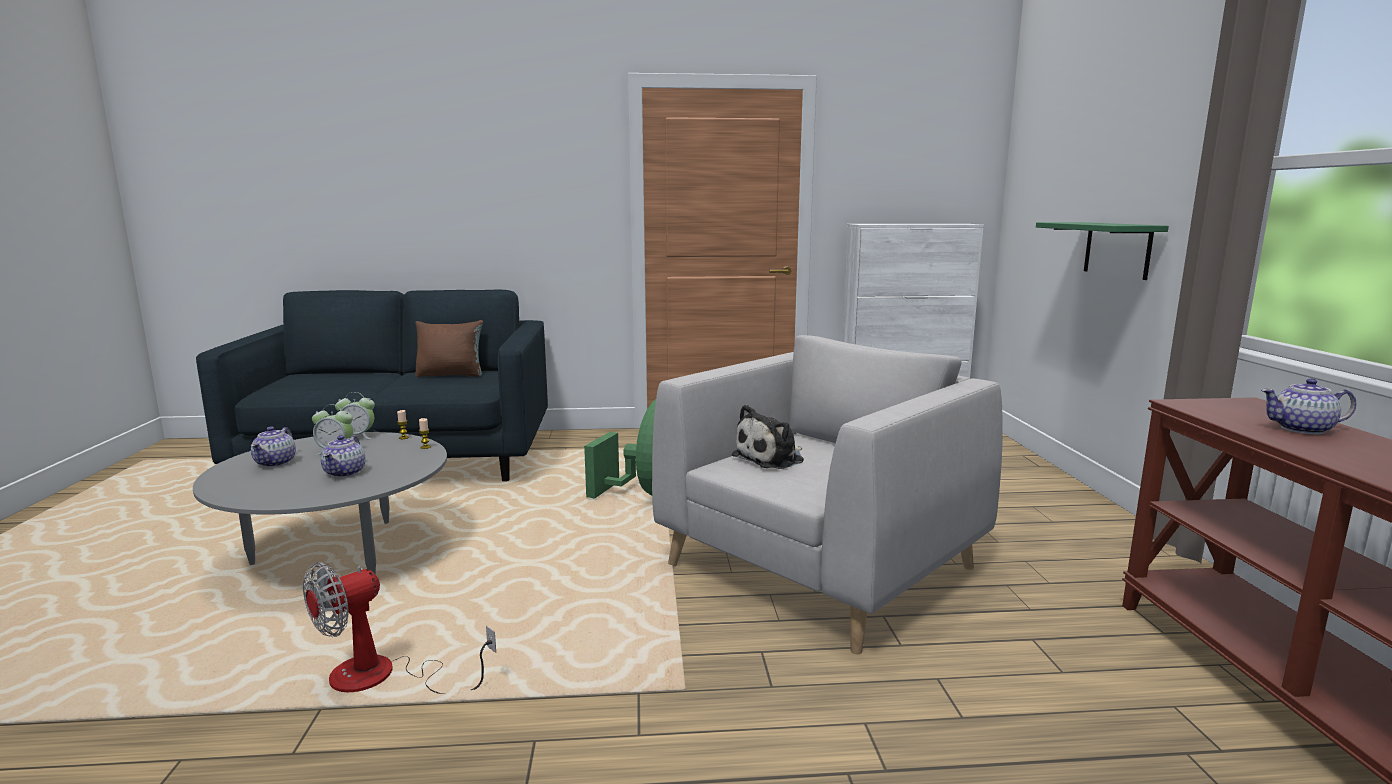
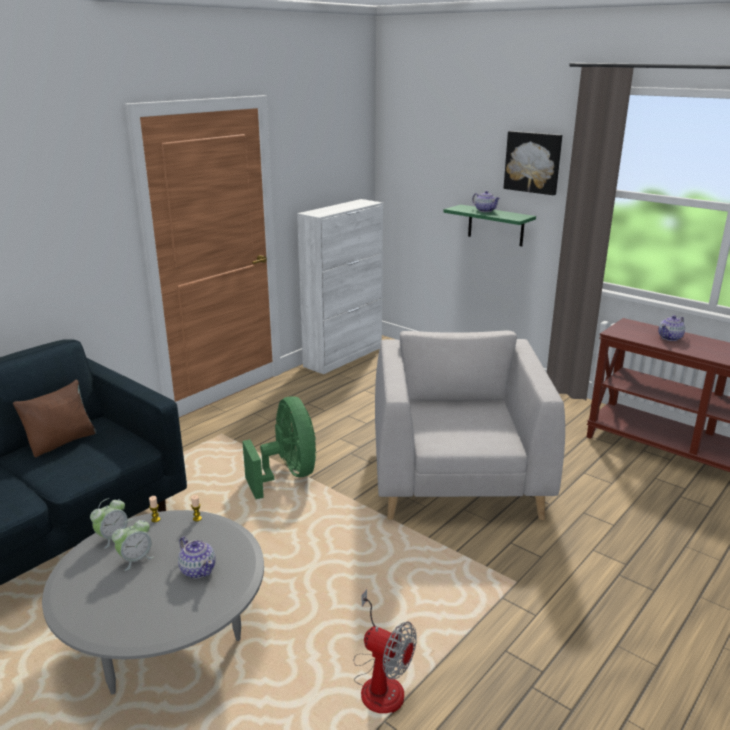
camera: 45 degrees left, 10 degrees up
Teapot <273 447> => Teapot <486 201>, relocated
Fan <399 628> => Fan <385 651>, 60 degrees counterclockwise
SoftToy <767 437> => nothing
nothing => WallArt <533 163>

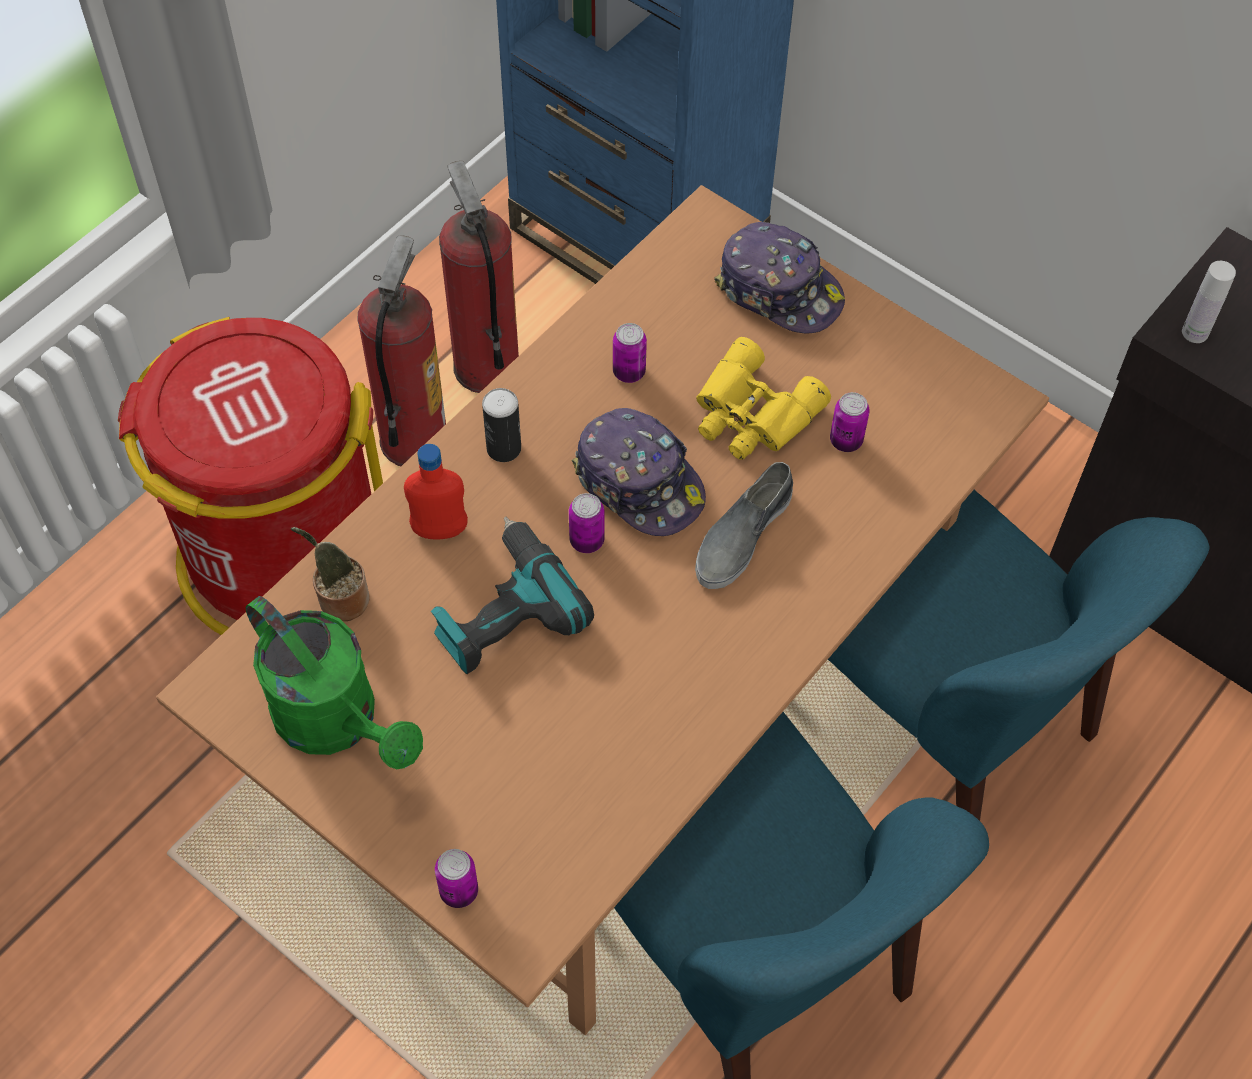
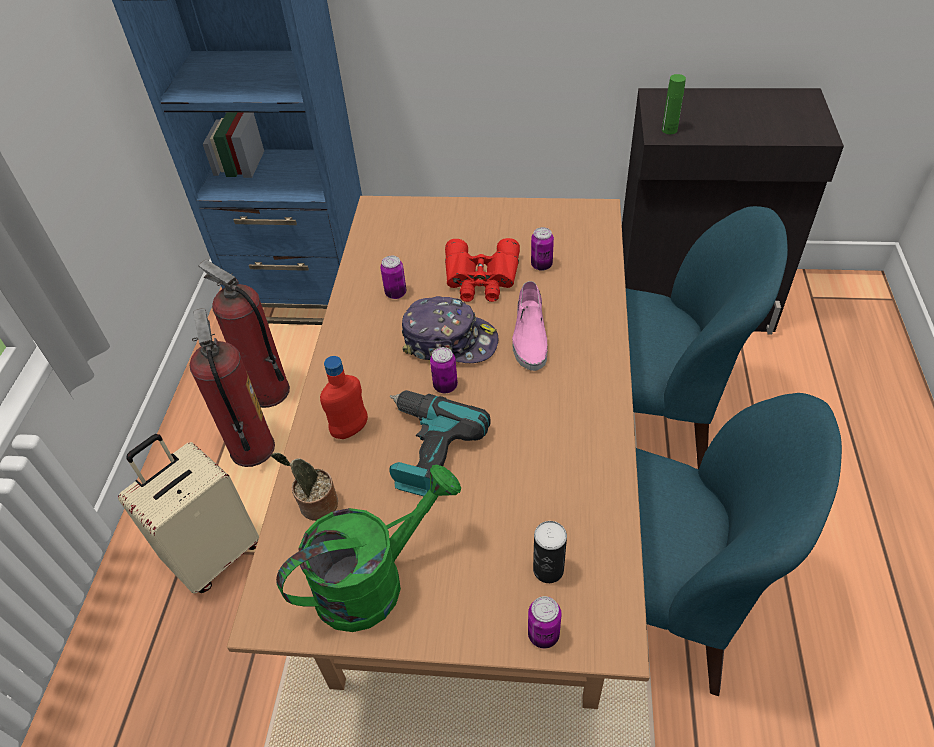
camera: 30 degrees left, 10 degrees down
ReddishRubbishBin <250 476> => BeigeTravelCase <188 513>
GreenColouredWateringPot <334 682> => GreenColouredWateringPot <368 548>, 45 degrees counterclockwise
SealedCan <501 425> => SealedCan <550 552>, relocated
GrayLowShoe <744 525> => PinkishLowShoe <530 326>
YellowColouredBinoculars <763 398> => ReddishBinoculars <482 270>
BaseballCap <779 278> => nothing
WhiteColouredDrinkBottle <1209 302> => GreenColouredDrinkBottle <674 104>

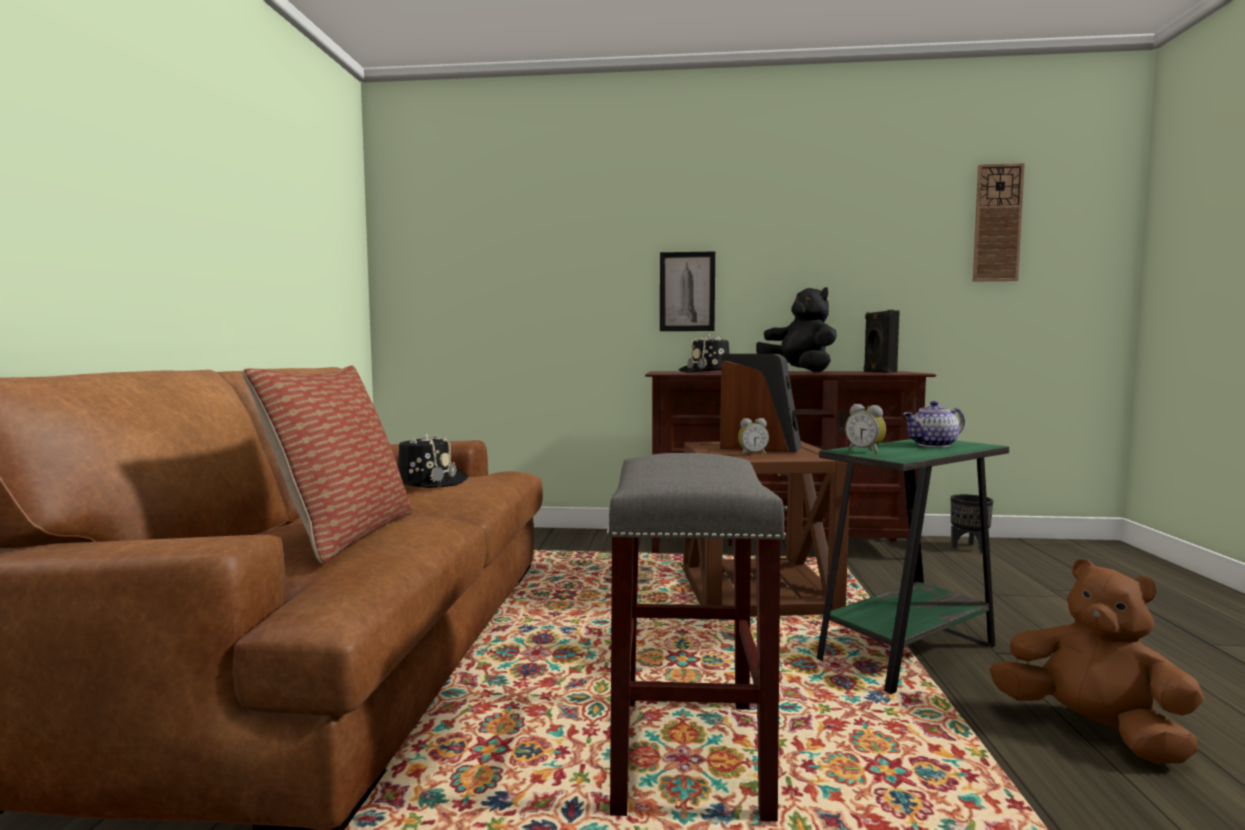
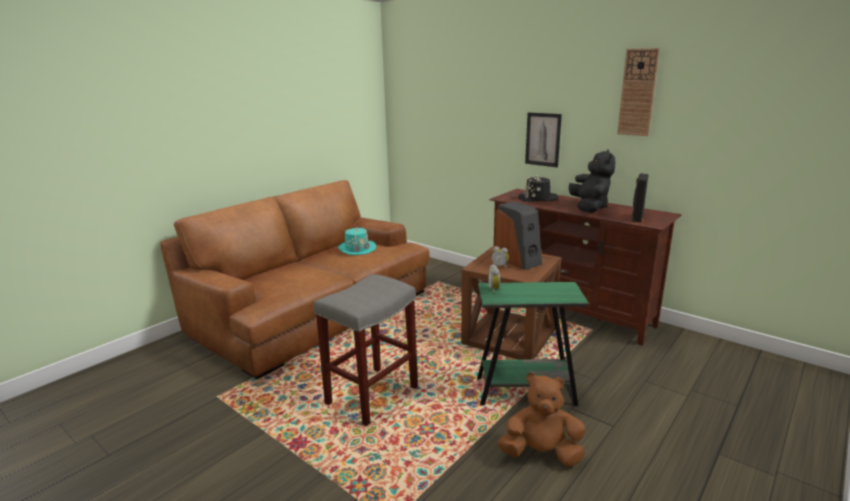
camera: 35 degrees right, 15 degrees up
Pillow <327 465> => nothing
BlackishHat <433 460> => BlueGreenHat <357 241>
Teapot <934 424> => nothing
BlackishPlanter <972 523> => nothing
WallClock <999 222> => WallClock <638 92>, relocated
BrownSoftToy <1096 661> => BrownSoftToy <542 419>, 75 degrees counterclockwise

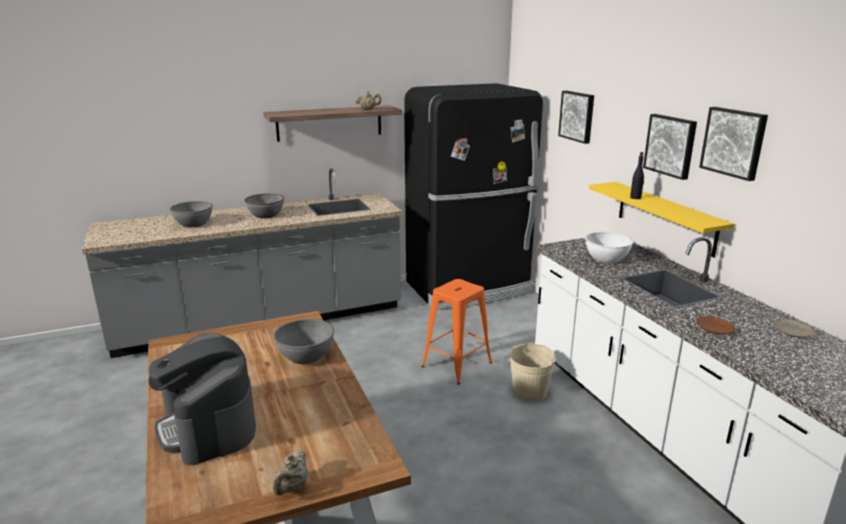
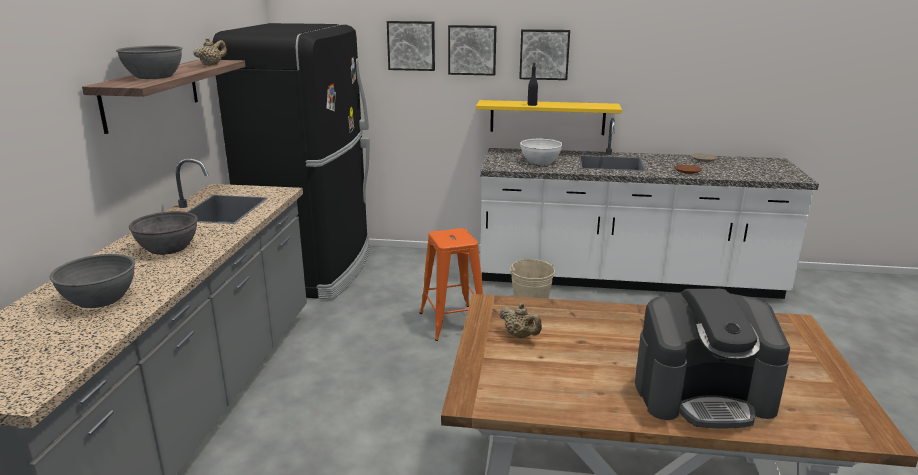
camera: 60 degrees left, 0 degrees up
GrayServingBowl <303 341> => GrayServingBowl <149 62>, relocated
BeigeTeapot <290 473> => BeigeTeapot <520 320>, relocated
WallArt <733 144> => WallArt <472 50>, relocated

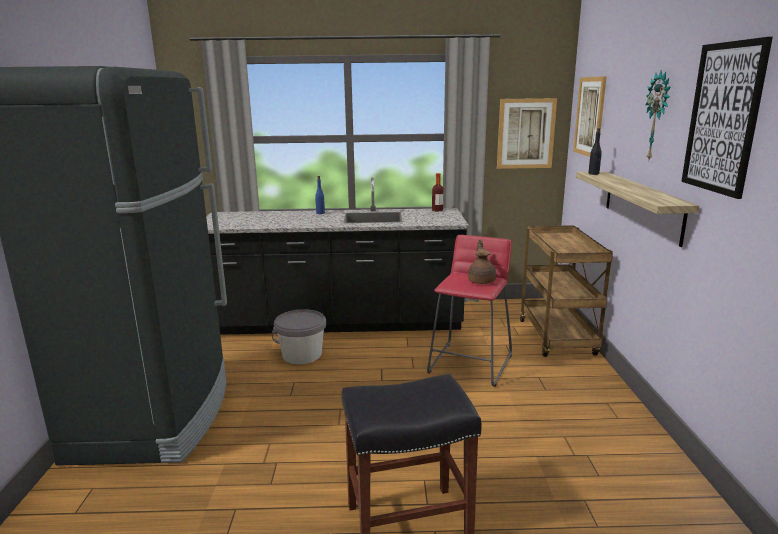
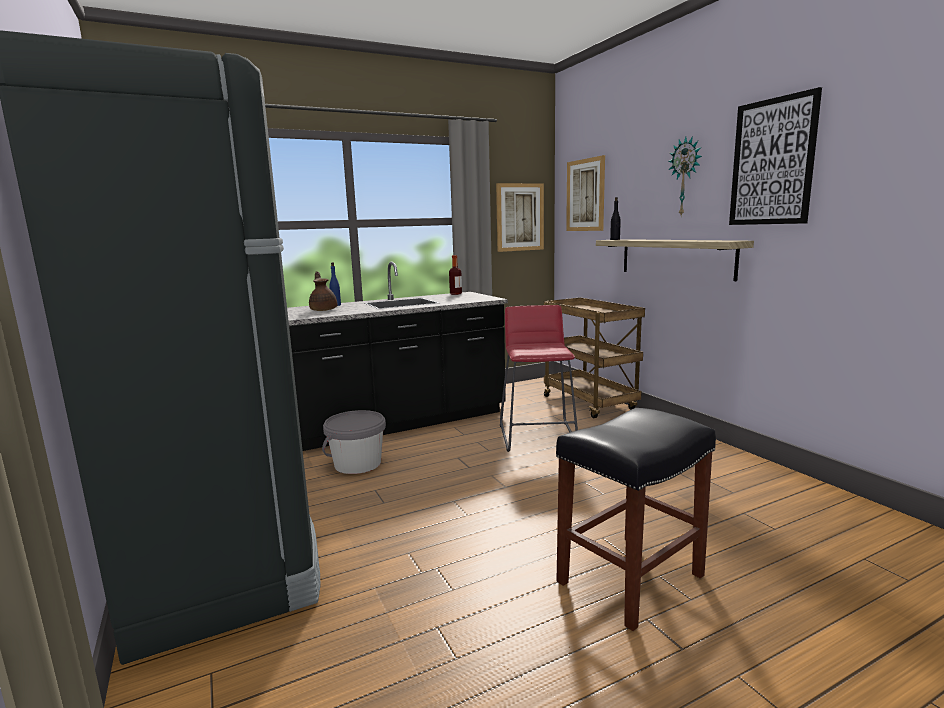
camera: 25 degrees left, 5 degrees down
BrownTeapot <482 261> => BrownTeapot <323 291>, relocated

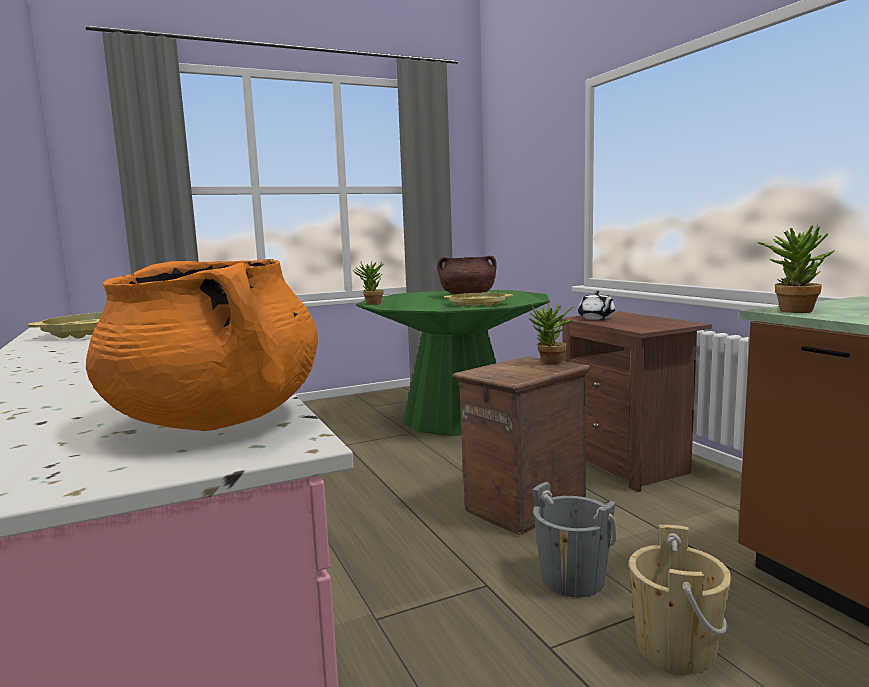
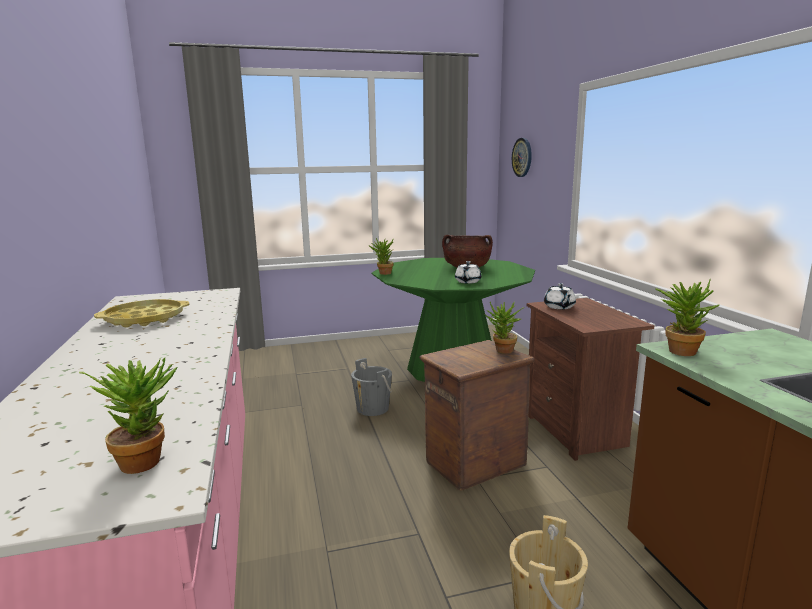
camera: 10 degrees right, 5 degrees up
OrangeColouredSaucepot <202 345> => PottedPlant <128 416>
YellowColouredTray <478 300> => WhiteColouredTeapot <468 272>
GrayWaterBucket <574 539> => GrayWaterBucket <371 387>, relocated
nothing => WallClock <522 157>

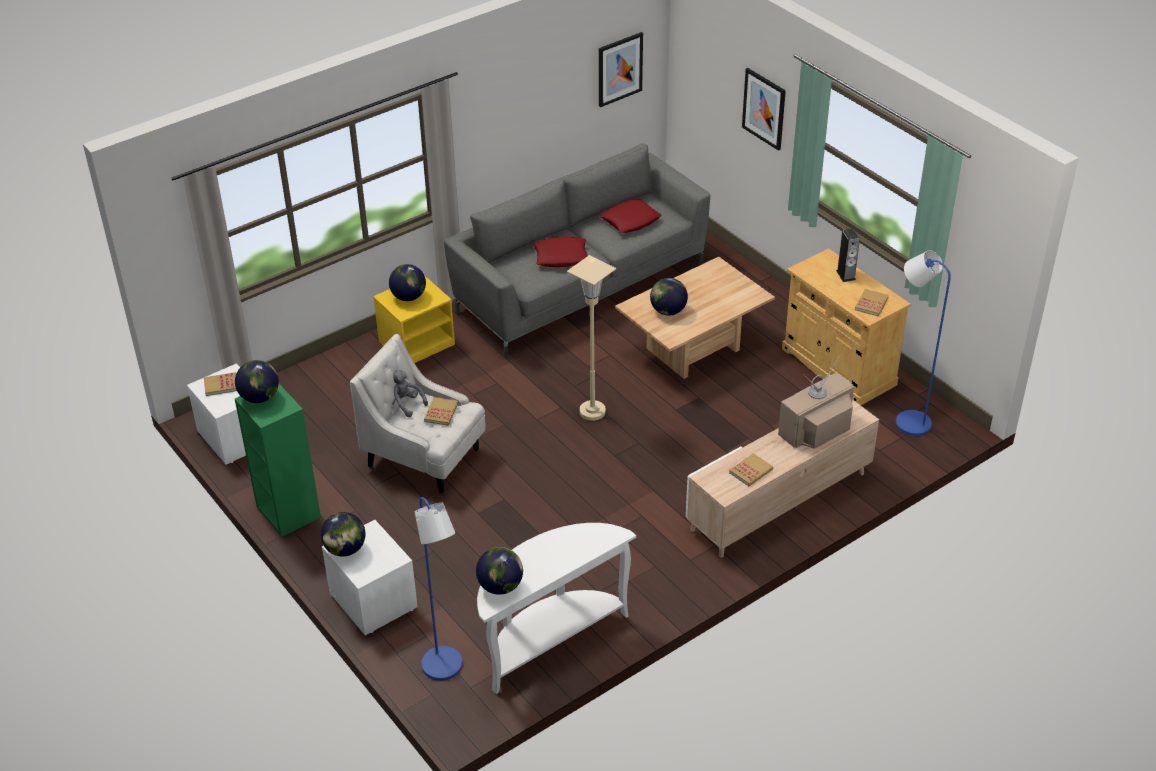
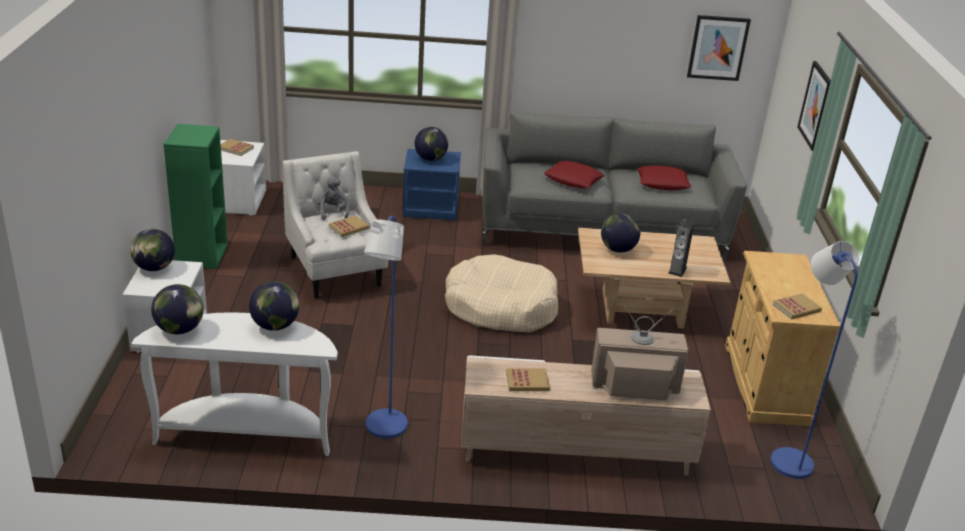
camera: 35 degrees right, 10 degrees down
WorldGlobe <257 381> => WorldGlobe <274 306>, relocated
YellowColouredNightstand <414 319> => BlueNightstand <431 185>
BlueStandingLamp <439 589> => BlueStandingLamp <386 327>, relocated
BeigeStandingLamp <591 338> => BeigePetBed <501 293>
Speaker <848 255> => Speaker <681 248>, relocated

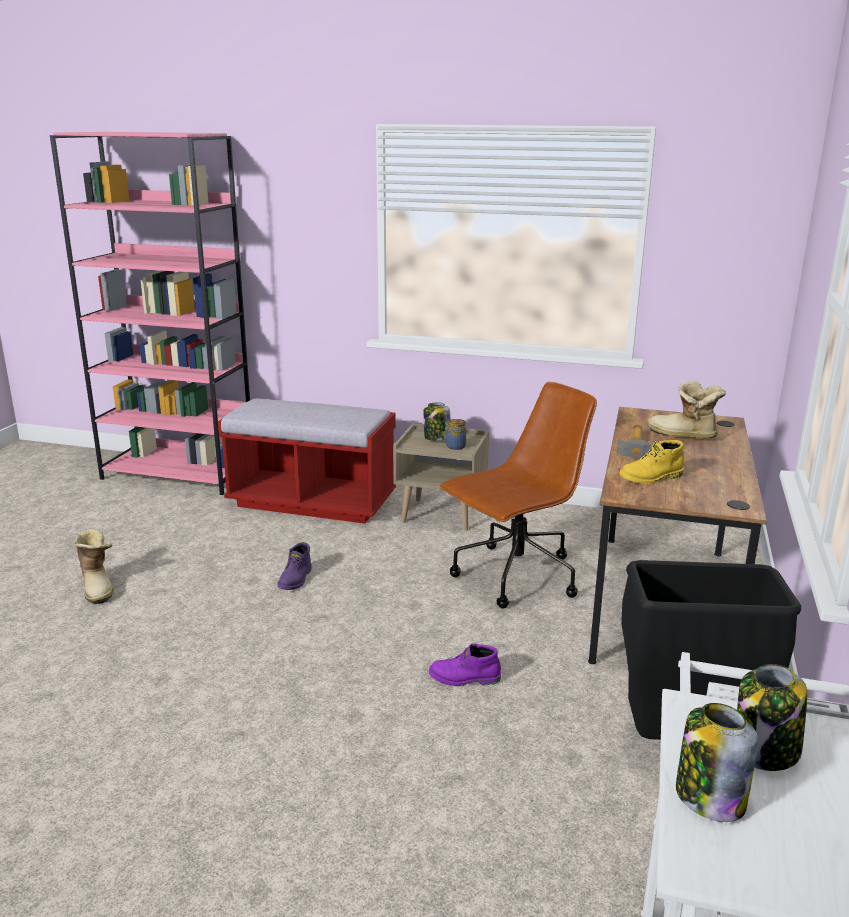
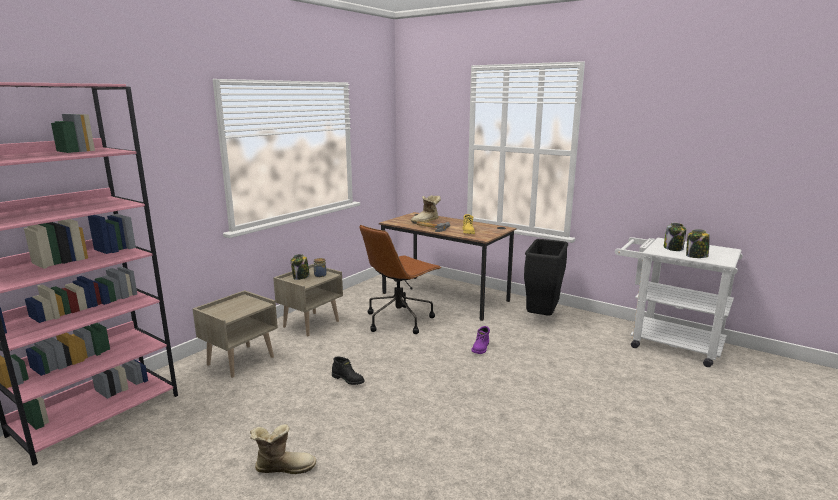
camera: 70 degrees left, 5 degrees down
ReddishBench <307 461> => BeigeNightstand <235 334>
PurpleBoot <294 566> => BlackishBoot <348 370>
BrownOfficeChair <518 495> => BrownOfficeChair <401 279>, 120 degrees counterclockwise

